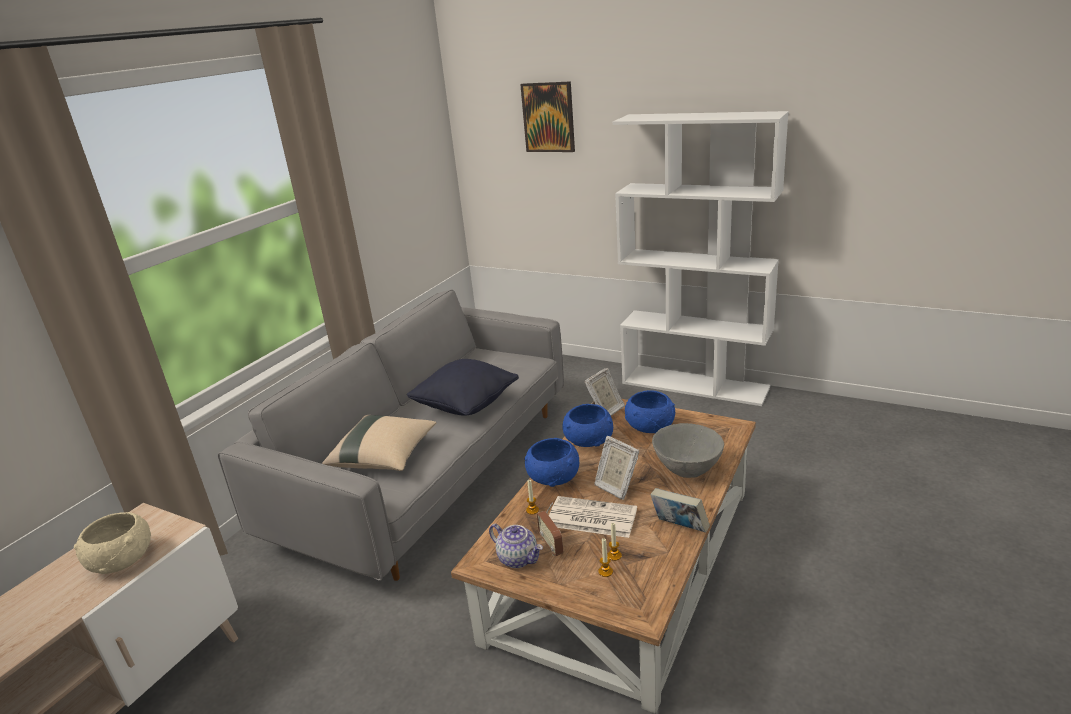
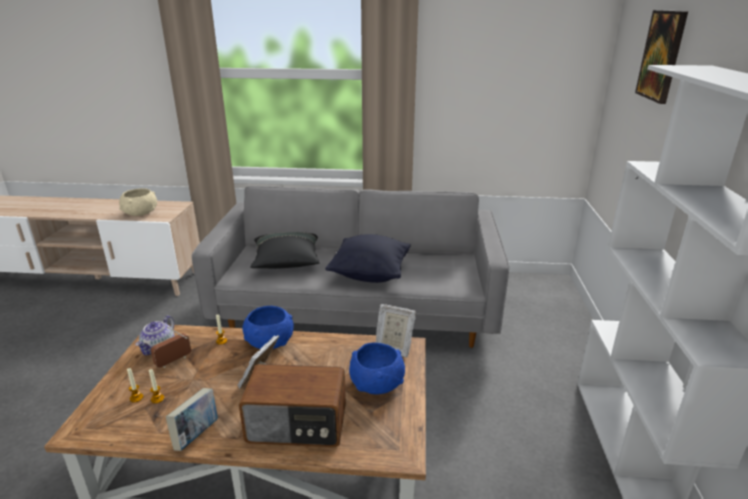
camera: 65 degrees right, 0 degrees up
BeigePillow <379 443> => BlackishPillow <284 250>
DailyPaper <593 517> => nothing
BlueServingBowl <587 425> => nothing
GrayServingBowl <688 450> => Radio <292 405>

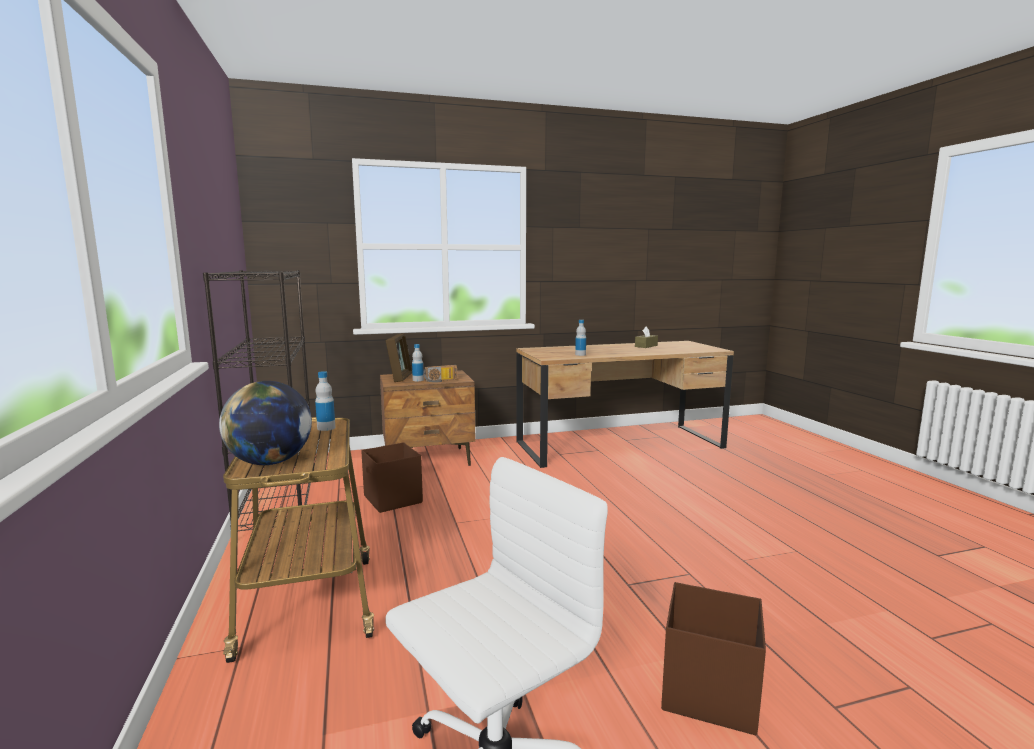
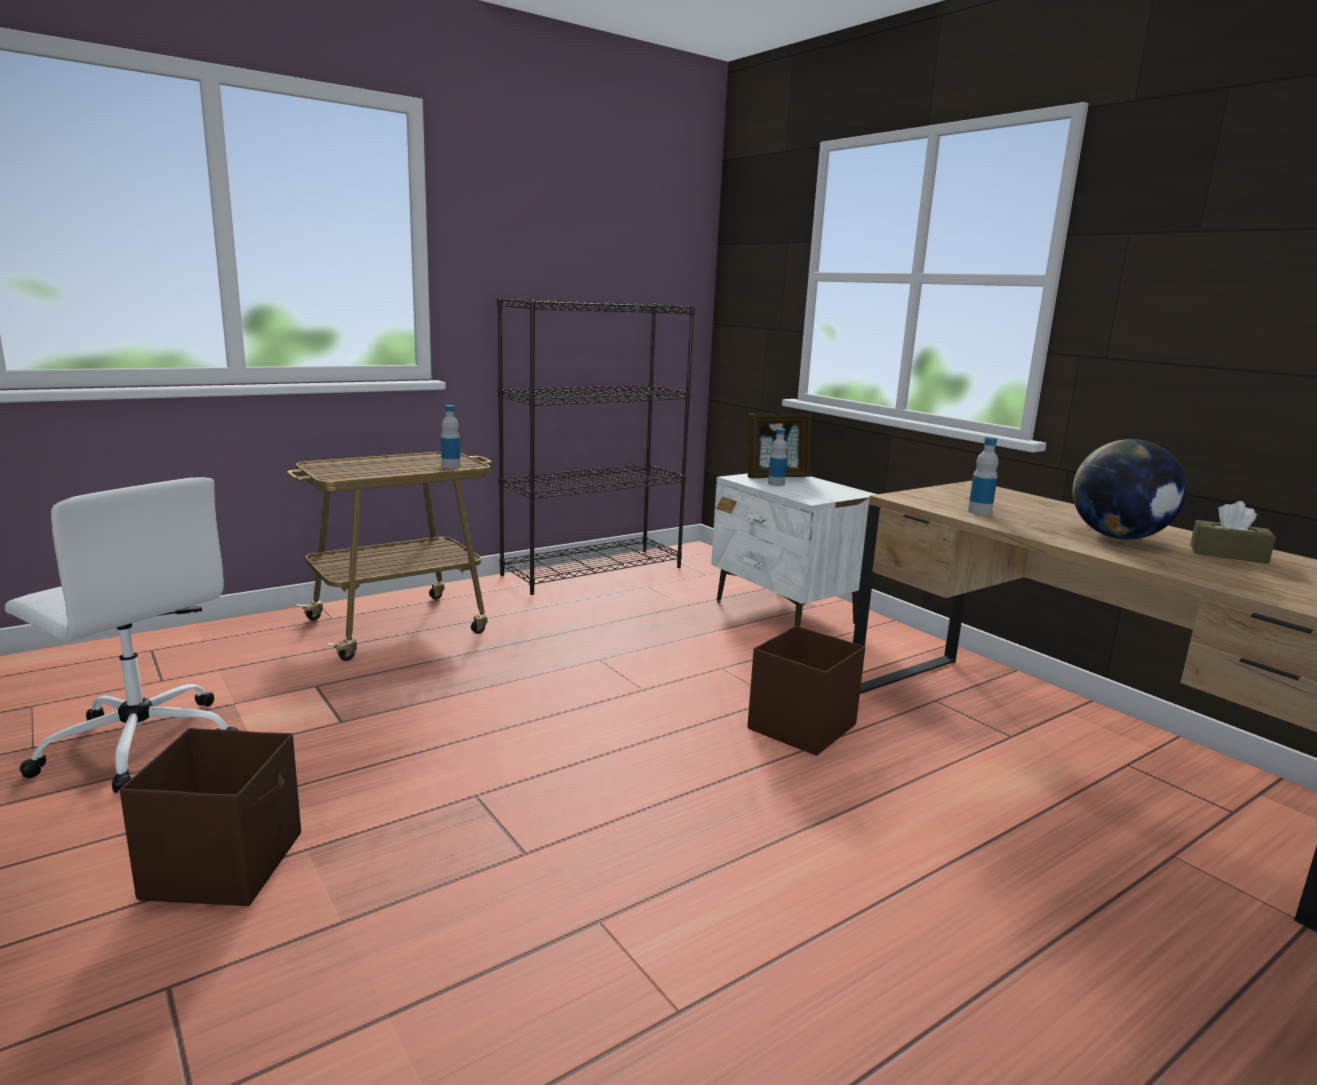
camera: 70 degrees right, 5 degrees up
WorldGlobe <265 423> => WorldGlobe <1130 489>, relocated
BrownStorageBin <392 477> => BrownStorageBin <806 691>, relocated
BrownNightstand <428 418> => WhiteColouredNightstand <794 550>
Radio <440 374> => nothing

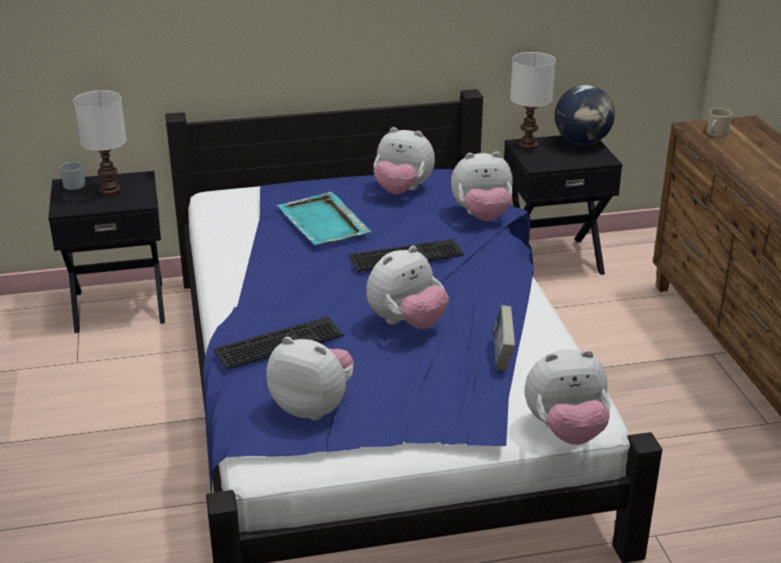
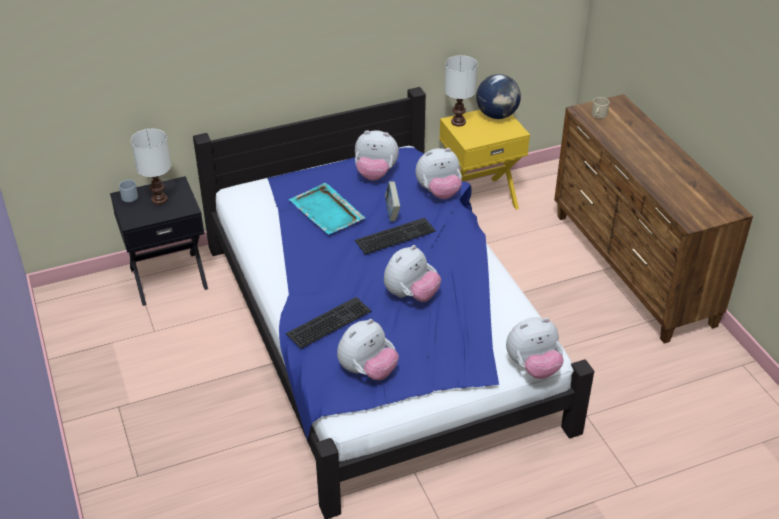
camera: 10 degrees left, 10 degrees up
SoftToy <310 378> => SoftToy <368 349>, 120 degrees clockwise
Volume <504 338> => Volume <392 201>, relocated
BlackishNightstand <563 205> => YellowColouredNightstand <484 160>

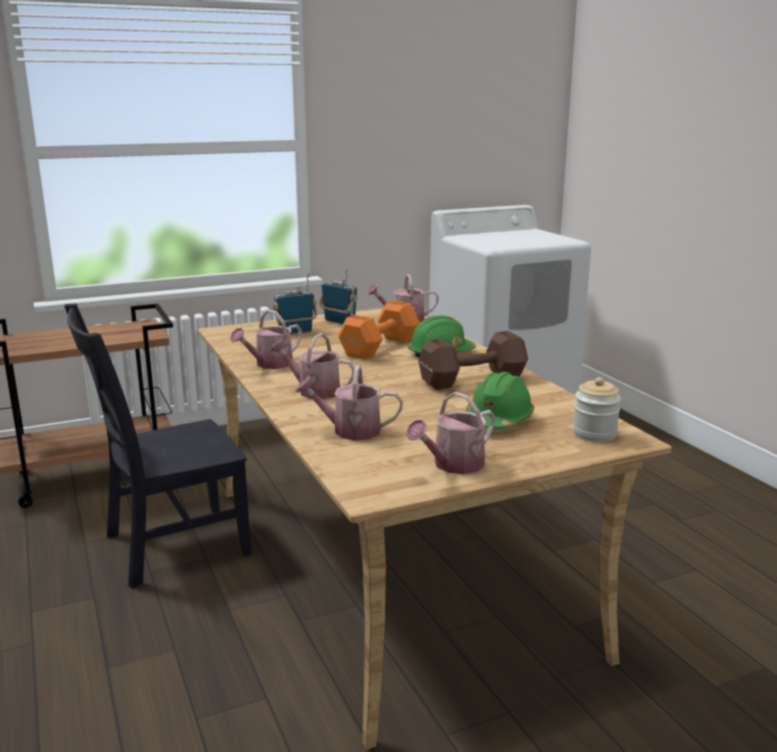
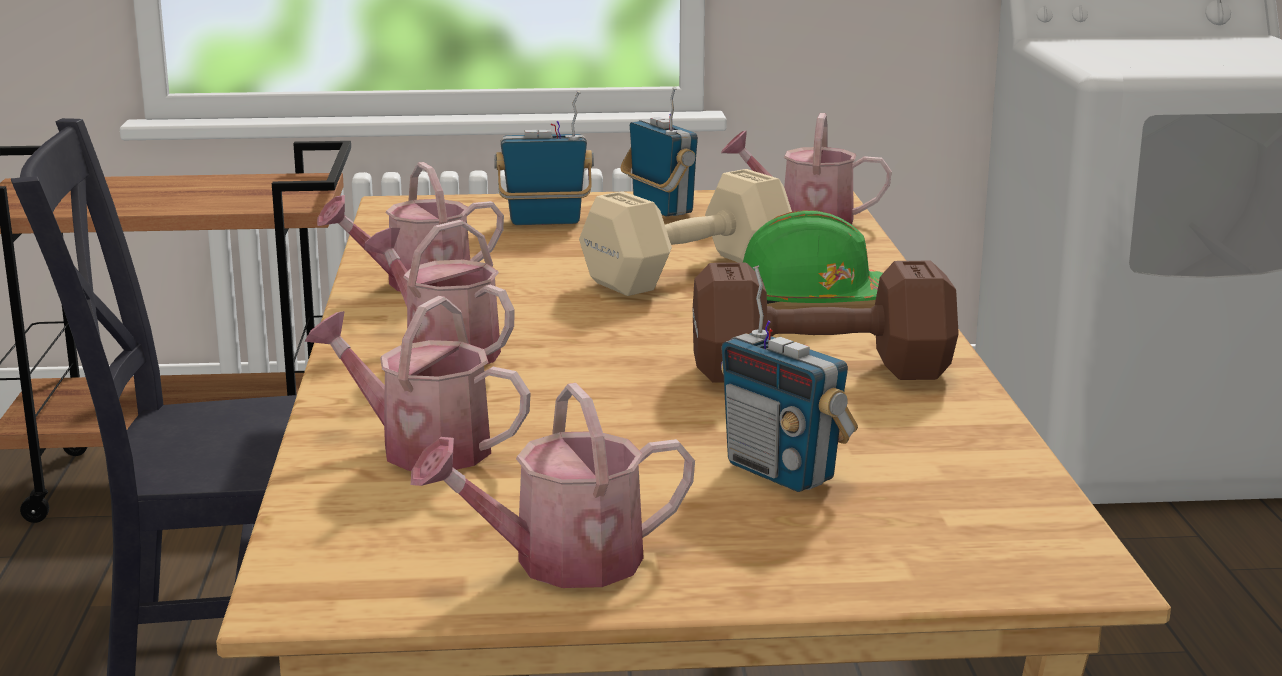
camera: 20 degrees right, 0 degrees up
OrangeColouredDumbbell <379 330> => BeigeDumbbell <685 232>
GreenColouredWorkHelmet <500 400> => Radio <789 378>
Jar <597 409> => nothing

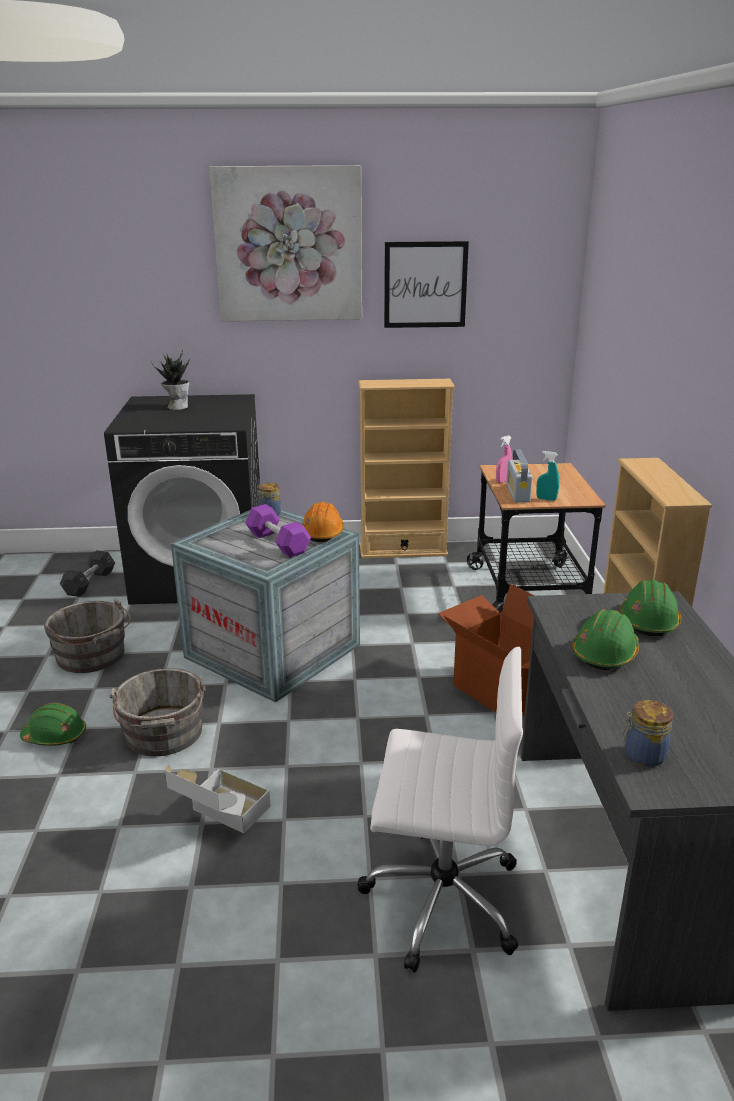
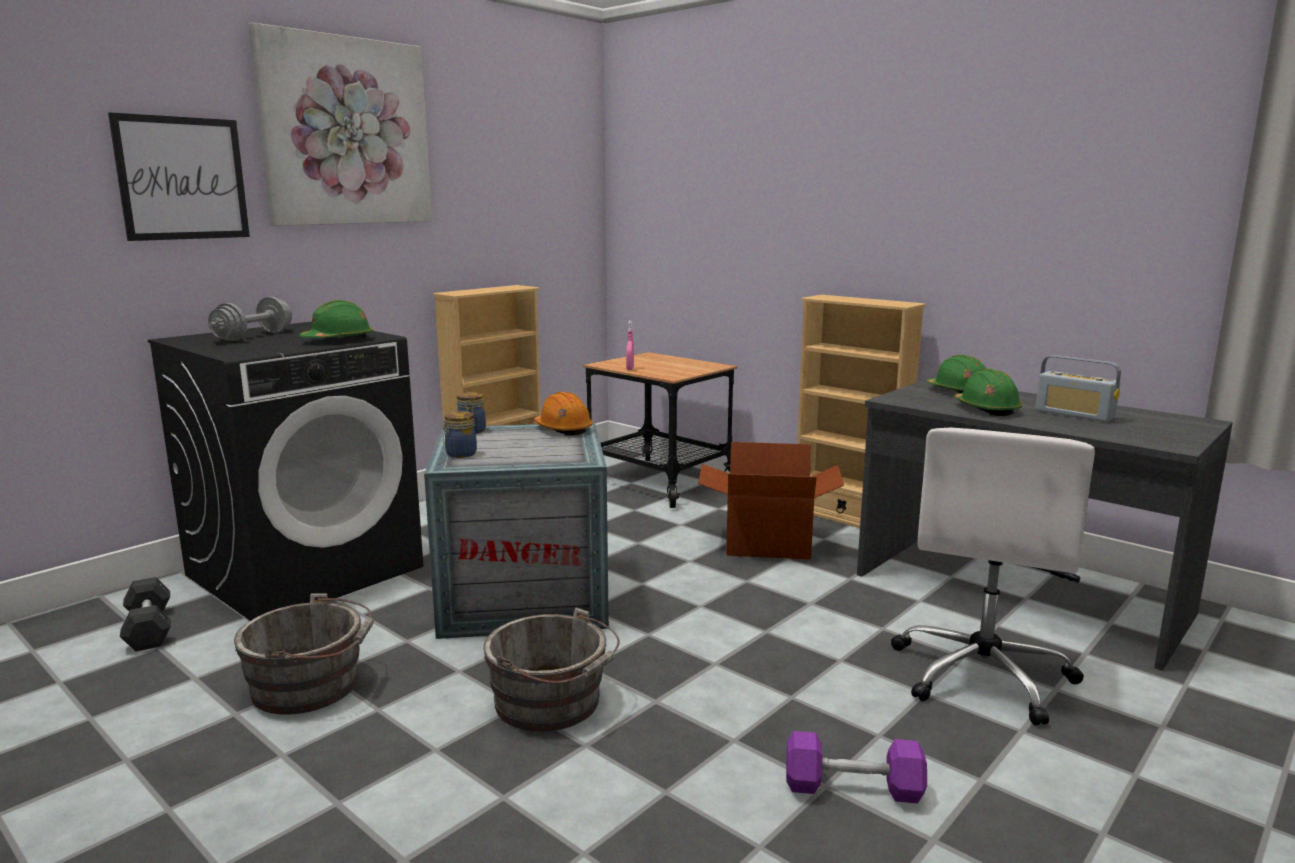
camera: 45 degrees left, 10 degrees down
GreenColouredWorkHelmet <53 724> => GreenColouredWorkHelmet <336 319>, relocated
PottedPlant <170 380> => GrayDumbbell <250 319>
CardboardBox <218 799> => nothing
PurpleDumbbell <278 530> => PurpleDumbbell <856 767>, relocated
WhiteColouredOfficeChair <440 810> => WhiteColouredOfficeChair <993 577>, 150 degrees clockwise
WallArt <426 284> => WallArt <179 176>, relocated
Radio <519 475> => Radio <1078 388>, relocated
BlueGreenHandSprayer <548 476> => nothing
Jar <647 733> => Jar <459 434>, relocated

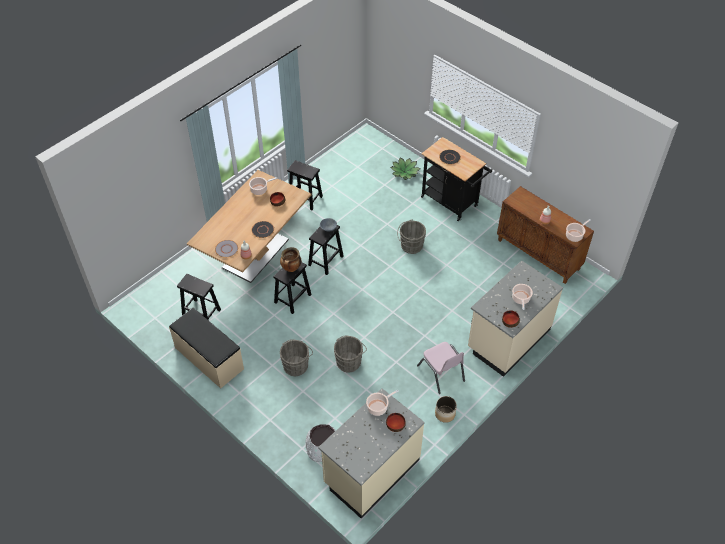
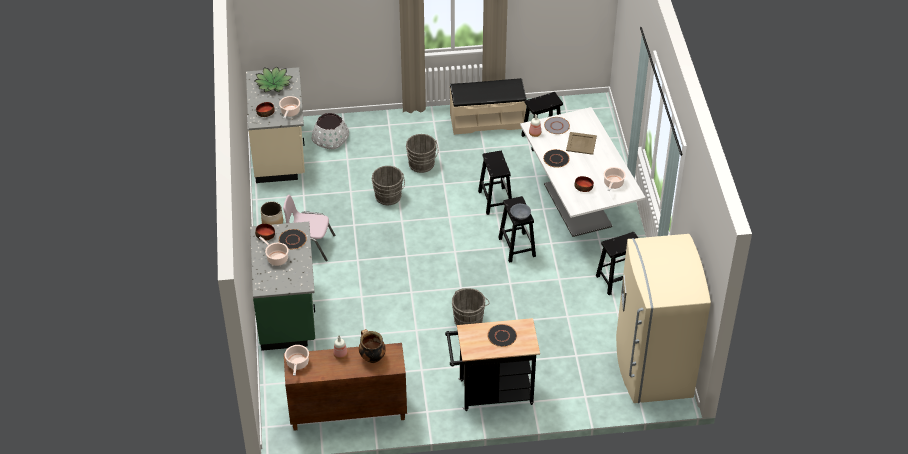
camera: 130 degrees right, 5 degrees down
BrownKitchenTable <249 226> => WhiteColouredKitchenTable <583 172>
Saucepot <290 259> => Saucepot <372 346>, relocated
PottedPlant <405 169> => PottedPlant <274 79>, relocated
BeigeKitchenCounter <515 318> => GreenColouredKitchenCounter <282 286>
nothing => BlackishDinnerPlate <293 239>
nothing => BeigeTray <581 143>
nothing => BeigeFridge <663 318>

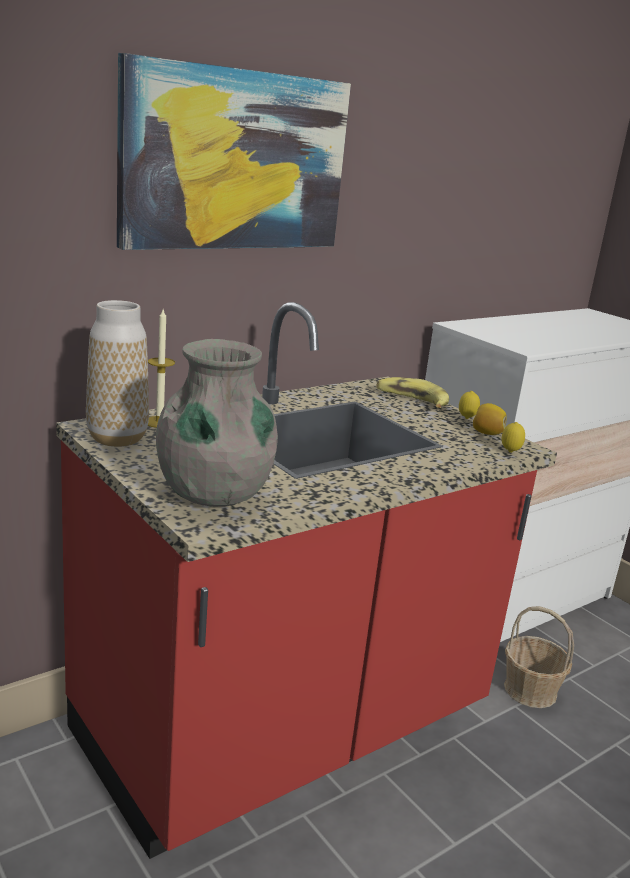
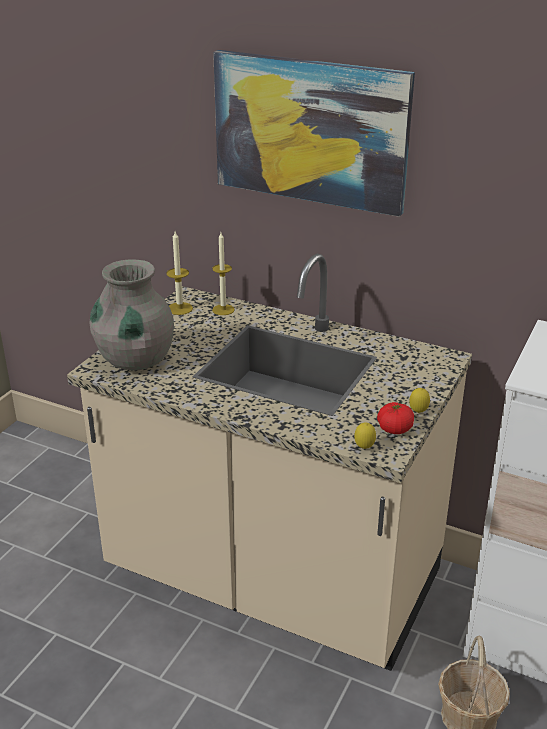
camera: 65 degrees right, 10 degrees up
ReddishKitchenCounter <306 580> => BeigeKitchenCounter <269 462>
FlowerVase <117 373> => WaxLight <179 273>
WholeBanana <412 392> => nothing
Lemon <490 419> => Tomato <395 418>

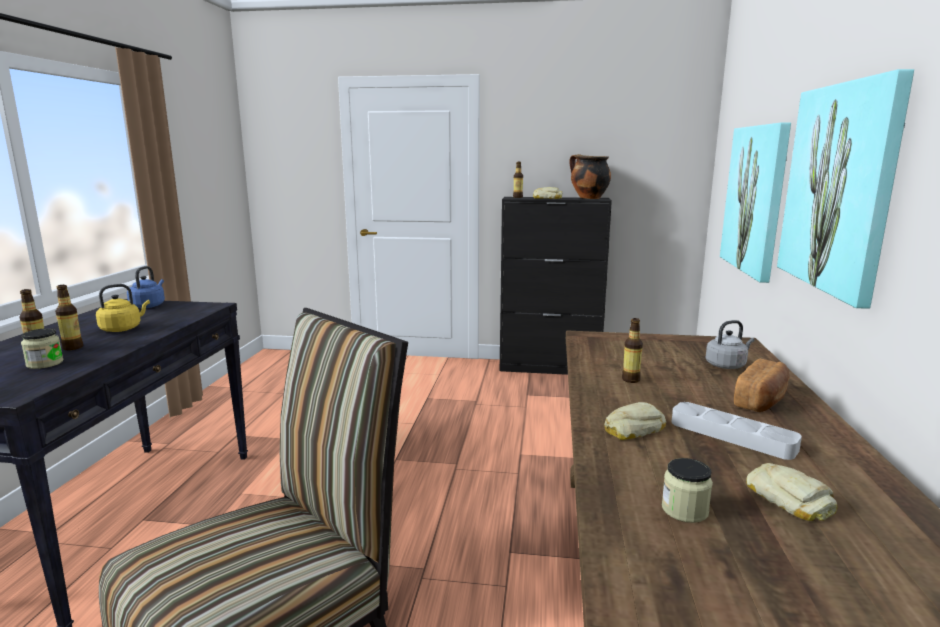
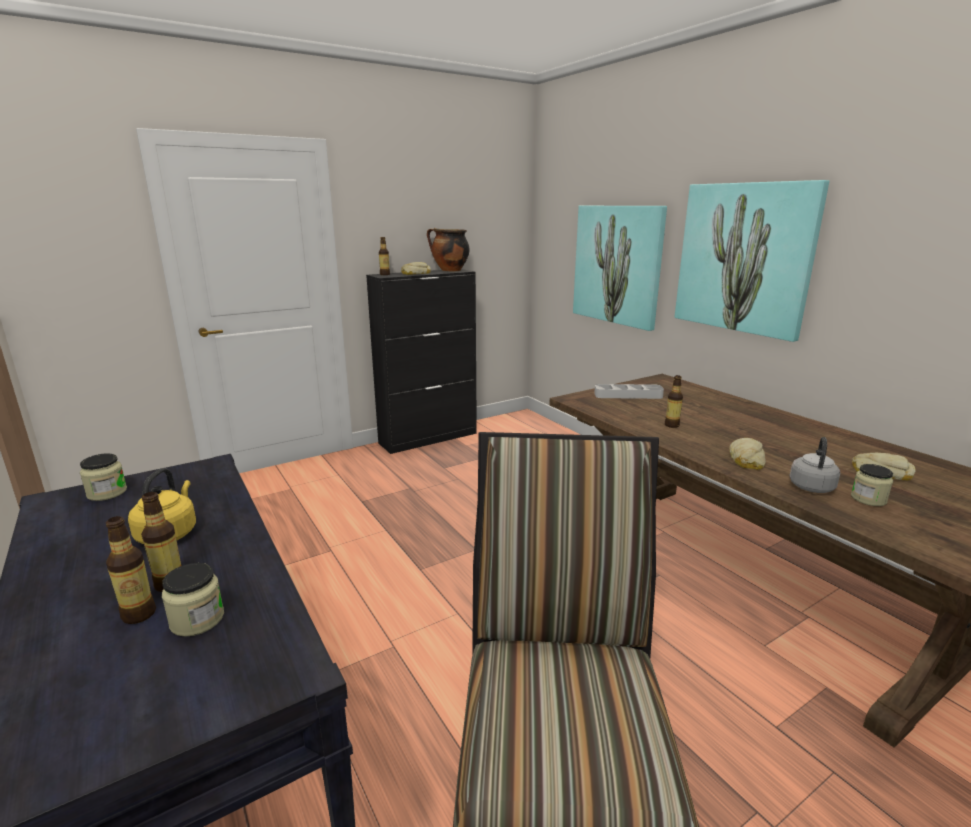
camera: 40 degrees left, 5 degrees up
BlueTeaKettle <146 287> => Jar <103 477>
GrayTray <737 431> => GrayTray <629 391>, relocated
GrayTeaKettle <730 344> => GrayTeaKettle <814 465>, relocated
Bread <762 385> => nothing

